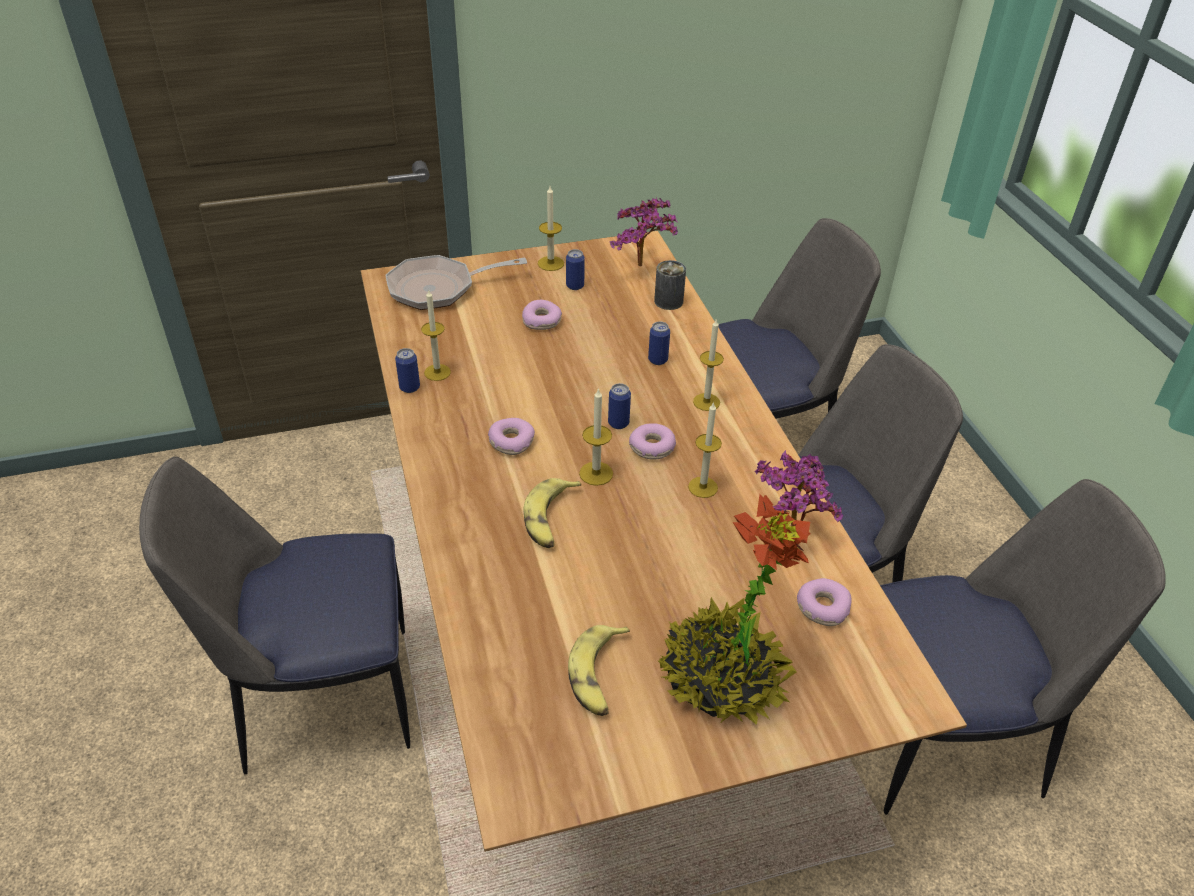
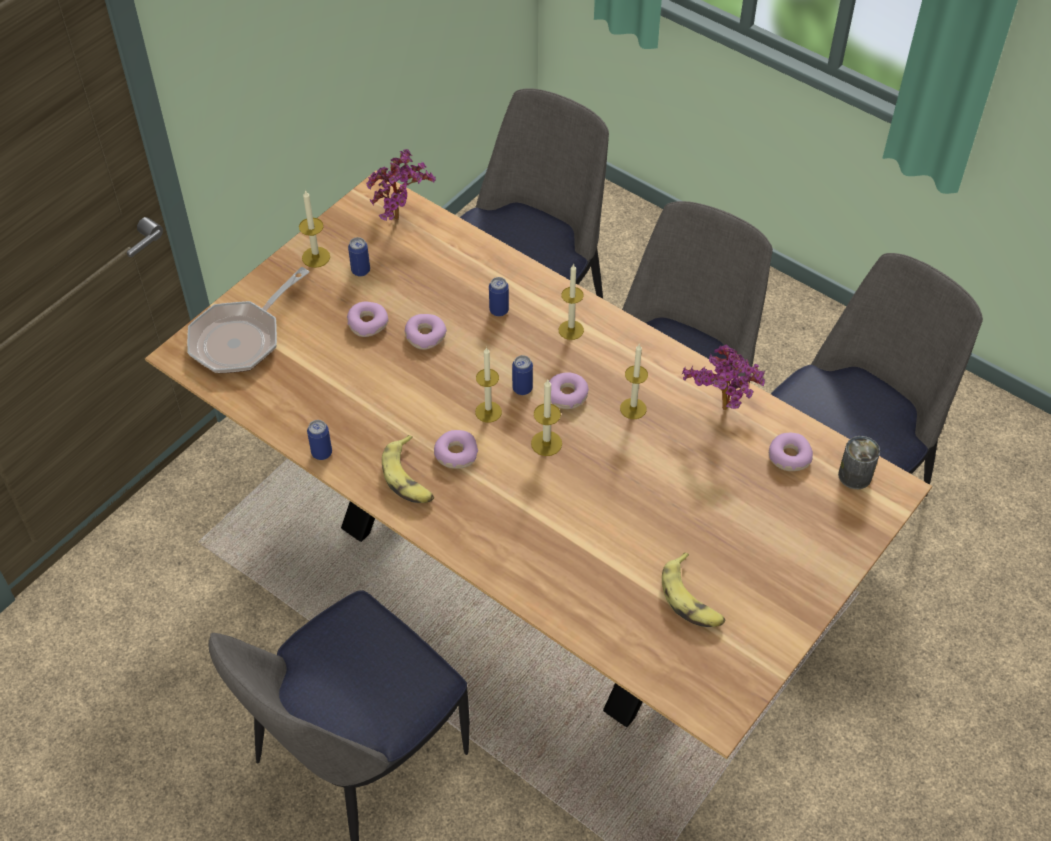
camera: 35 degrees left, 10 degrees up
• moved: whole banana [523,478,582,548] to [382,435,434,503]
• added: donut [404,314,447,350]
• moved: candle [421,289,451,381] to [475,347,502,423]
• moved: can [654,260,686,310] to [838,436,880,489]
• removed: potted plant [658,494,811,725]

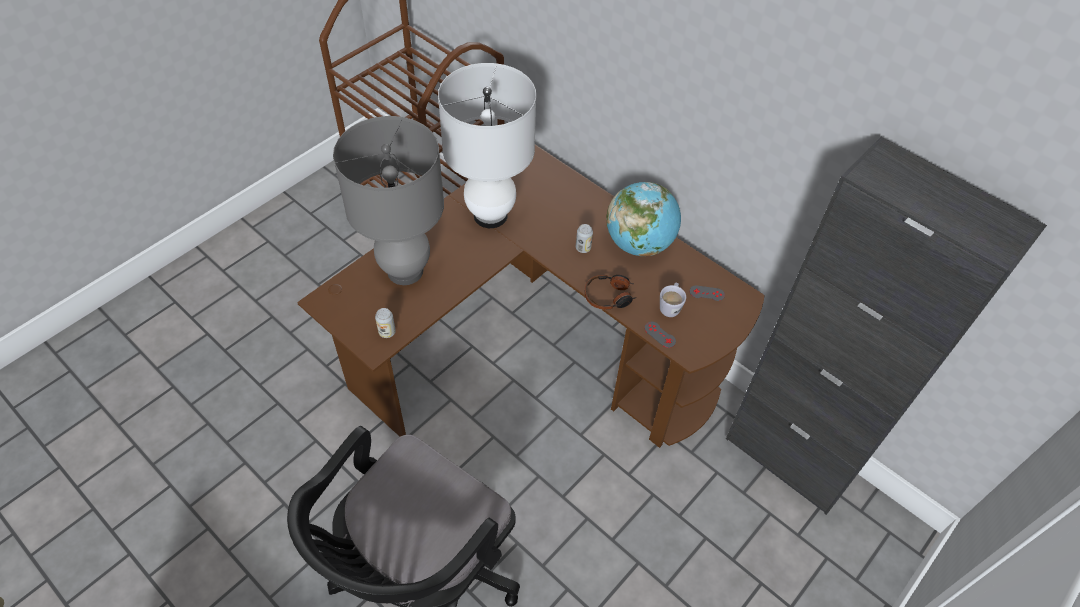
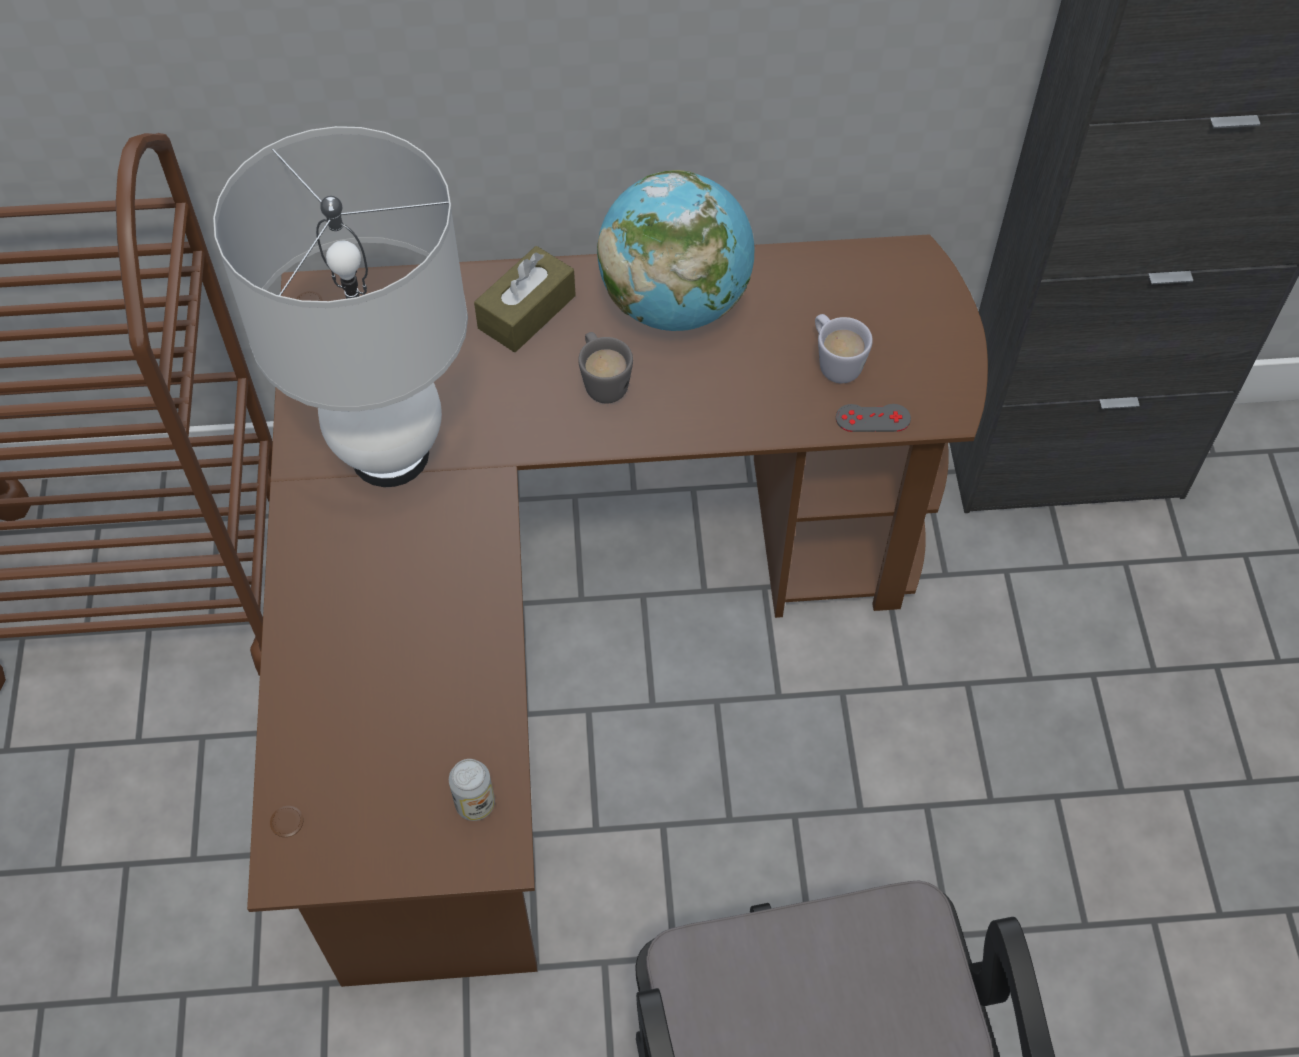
camera: 45 degrees left, 5 degrees up
• added: tissue box/brownish [474,246,576,352]
• replaced: can [576,224,593,253] to coffee mug/greyish [578,332,633,404]
• removed: tabletop lamp/greyish [333,116,444,285]
• removed: pair of headphones [585,275,637,309]
• removed: joypad/greyish [689,285,725,301]

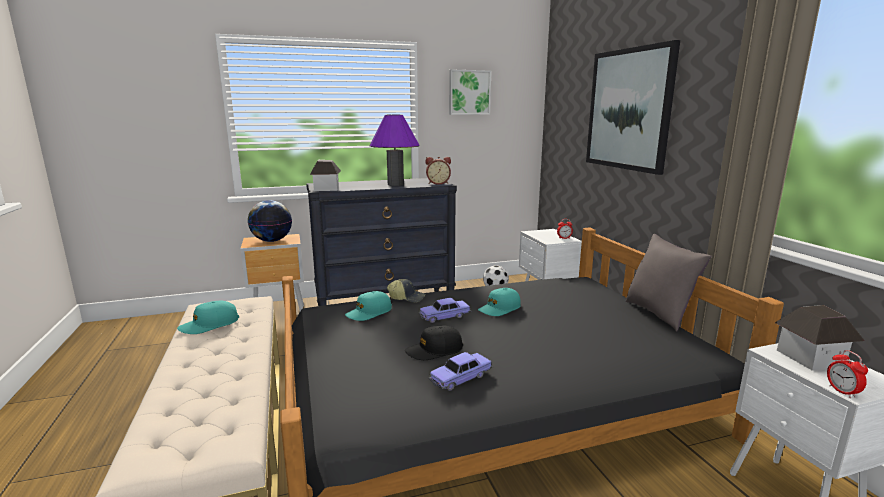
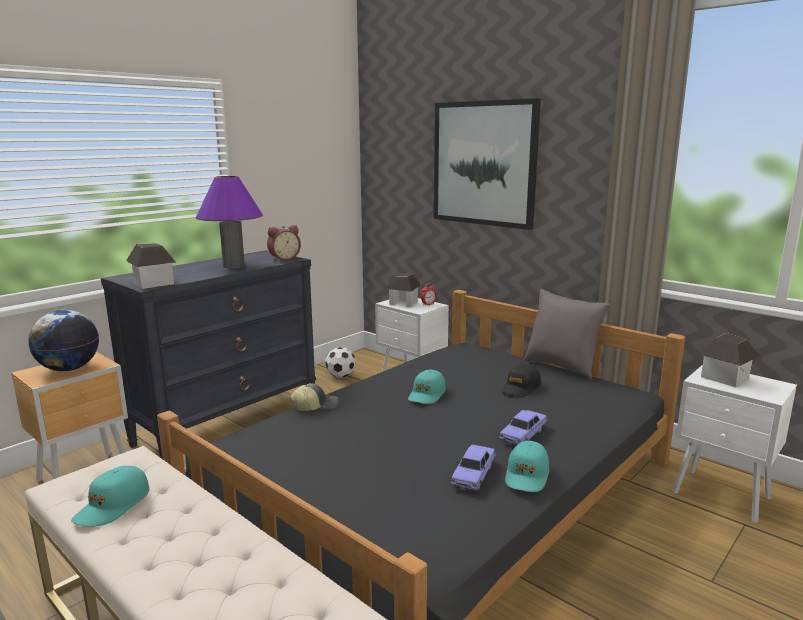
camera: 30 degrees left, 0 degrees up
• added: model house [385,273,421,307]
• moved: toy car [419,298,471,323] to [499,410,548,445]
• moved: peaked cap/black-coloured [405,326,463,360] to [500,364,541,396]
• moved: peaked cap/turquoise [345,291,392,321] to [505,441,549,492]
• removed: wall art [449,70,491,115]
• removed: table clock [827,350,868,398]

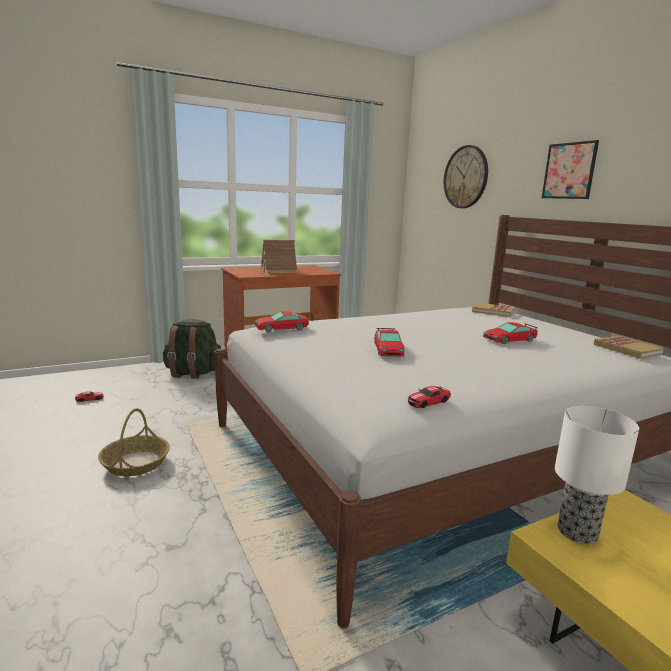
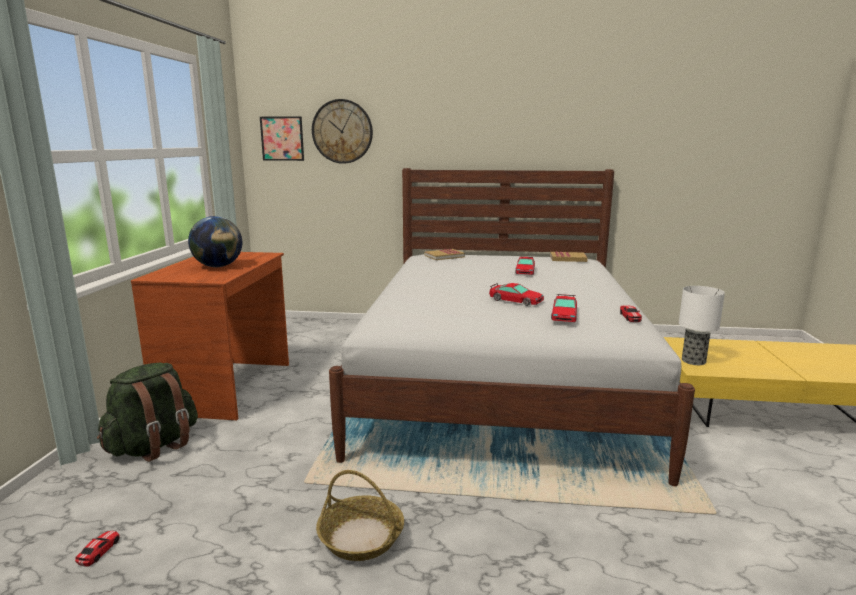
camera: 55 degrees left, 0 degrees up
• replaced: model house [256,240,297,273] to globe [188,216,242,267]
• moved: wall art [542,140,599,199] to [260,116,304,161]
• moved: toy car [255,311,309,332] to [551,294,577,322]

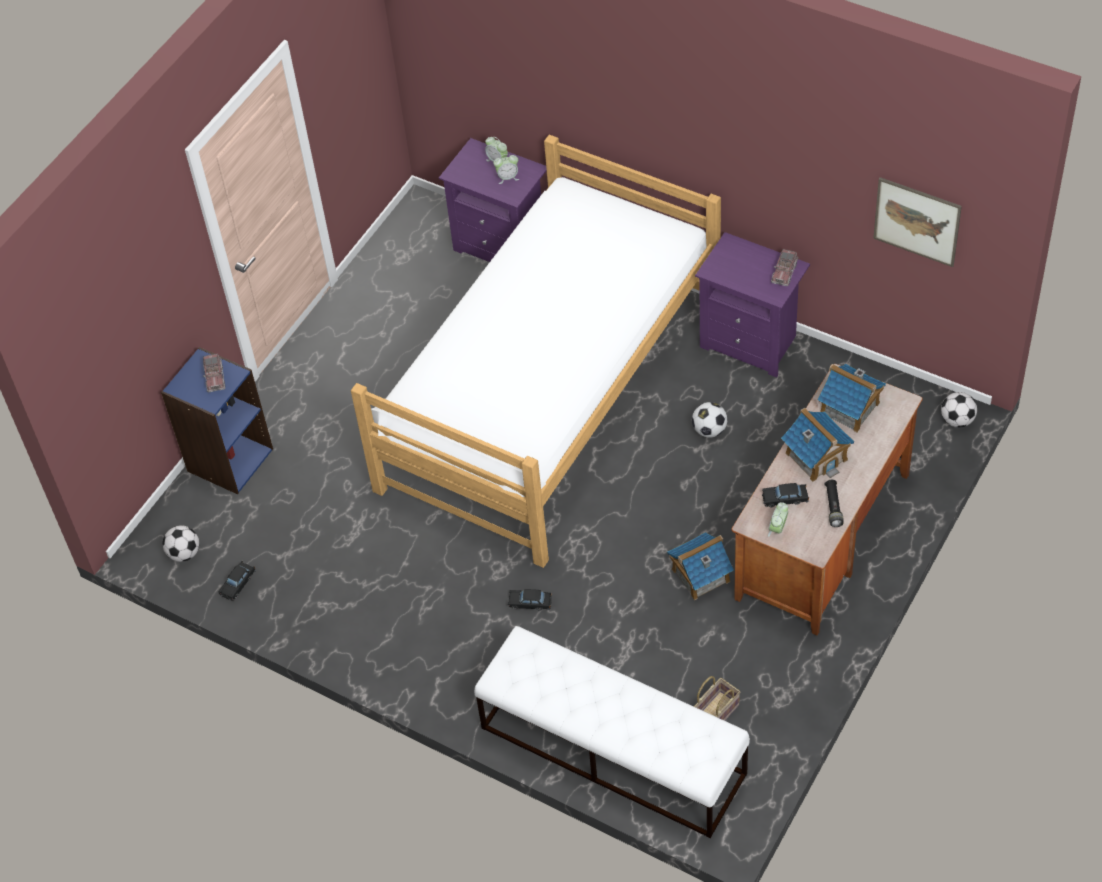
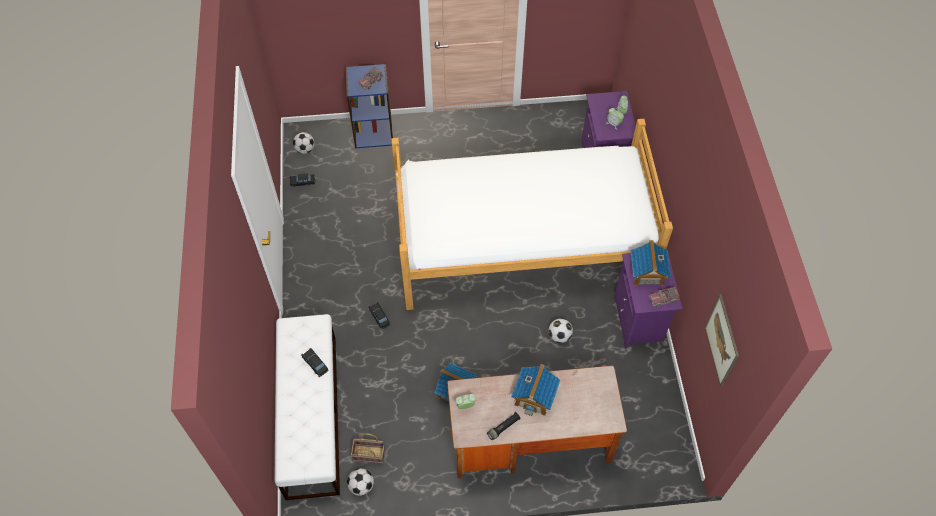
camera: 50 degrees right, 5 degrees up
• moved: toy car/black-coloured [762,483,809,507] to [301,348,328,377]
• moved: football [941,392,977,428] to [347,468,374,496]
• moved: model house [817,364,886,432] to [631,240,671,286]

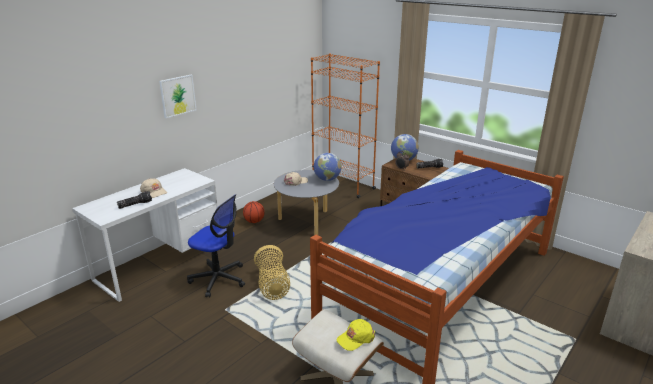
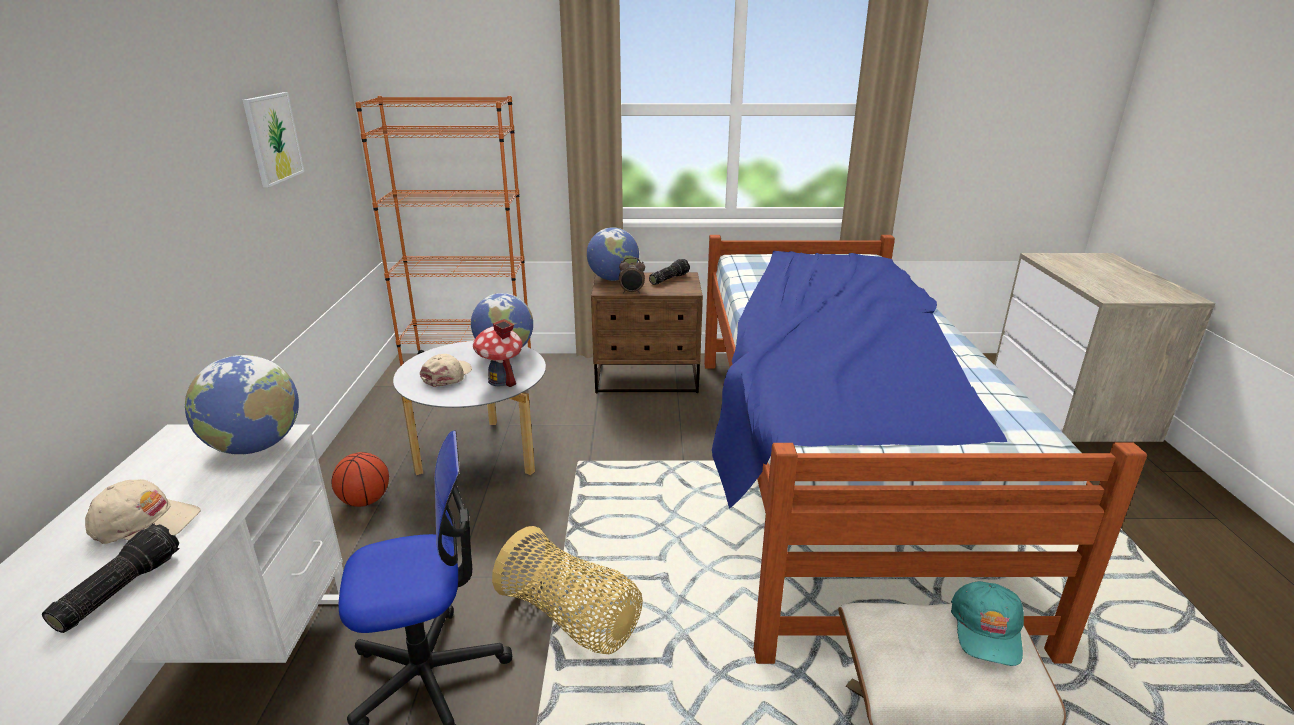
camera: 40 degrees left, 0 degrees up
• added: globe [185,355,299,454]
• moved: wall art [159,75,197,118] to [243,92,304,188]
• added: model house [473,319,522,387]
• recoloured: peaked cap/yellow-coloured [336,319,375,351] to peaked cap/turquoise [951,581,1024,666]

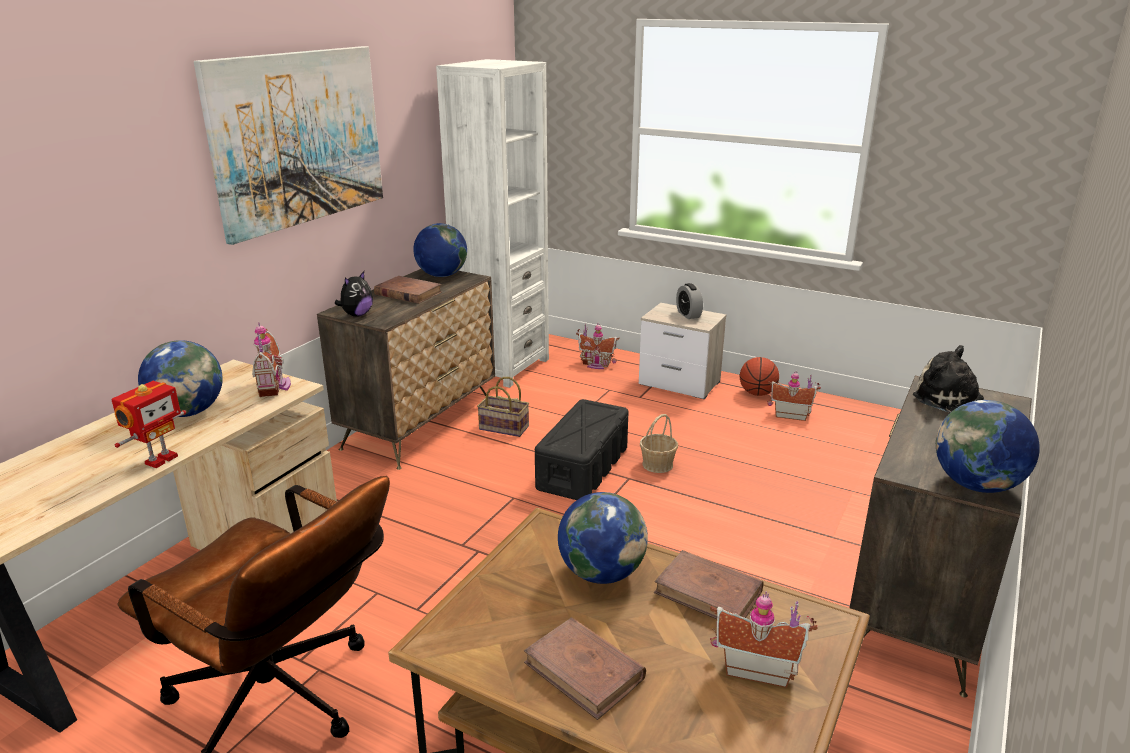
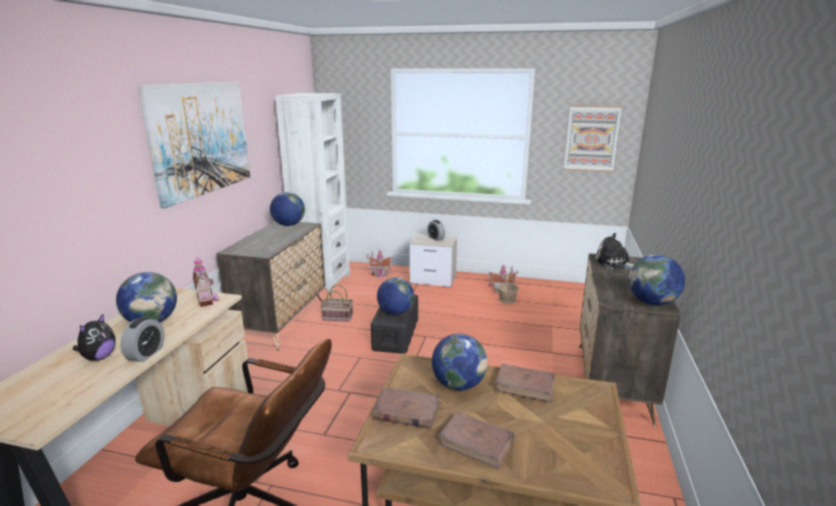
camera: 15 degrees left, 5 degrees down
• moved: cuddly toy [335,271,373,317] to [73,314,116,361]
• replaced: model robot [111,381,186,468] to table clock [120,317,165,362]
• moved: book/brownish [374,276,442,304] to [373,387,440,429]
• added: globe [377,277,414,315]
• moved: basket [640,414,678,473] to [498,271,519,304]
• added: wall art [564,105,622,172]
• removed: model house [710,592,817,688]
• removed: basketball ball [740,357,779,396]

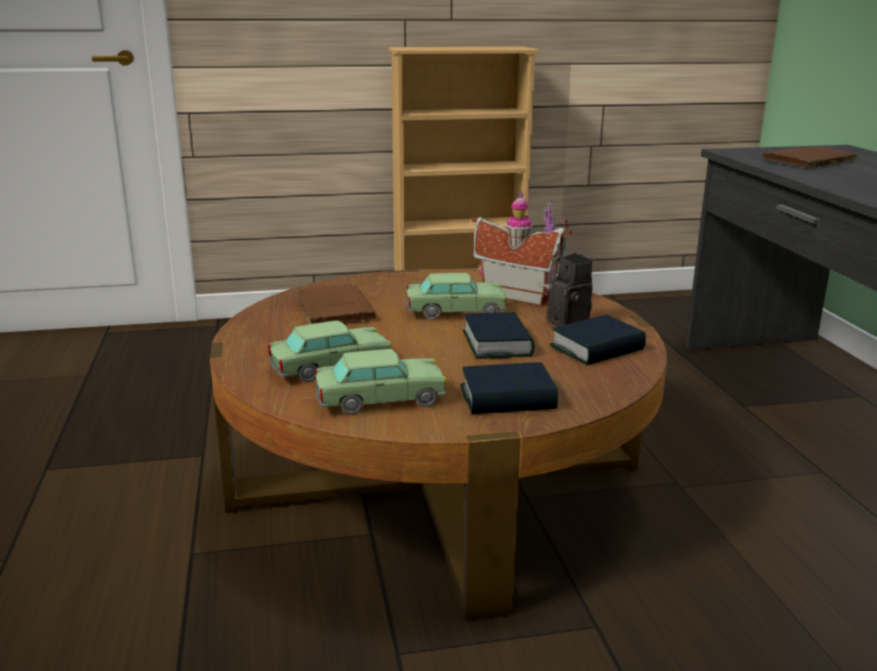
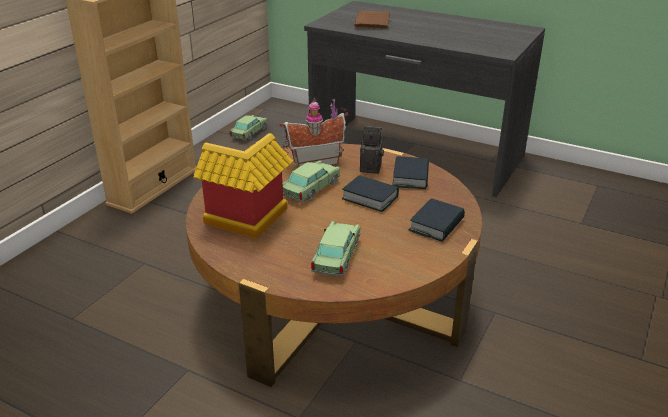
camera: 50 degrees left, 10 degrees up
• replaced: book/brownish [296,284,376,324] to model house [193,133,293,239]
• moved: toy car [315,349,446,414] to [230,115,268,140]

